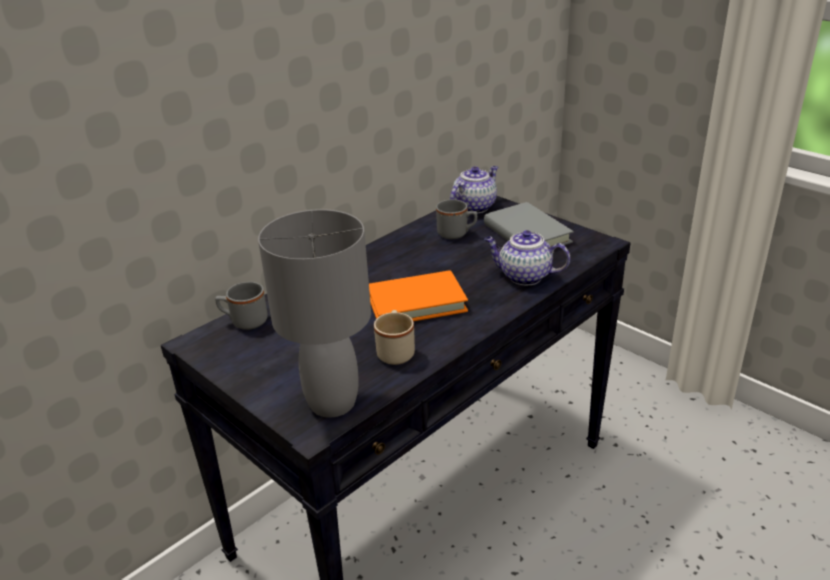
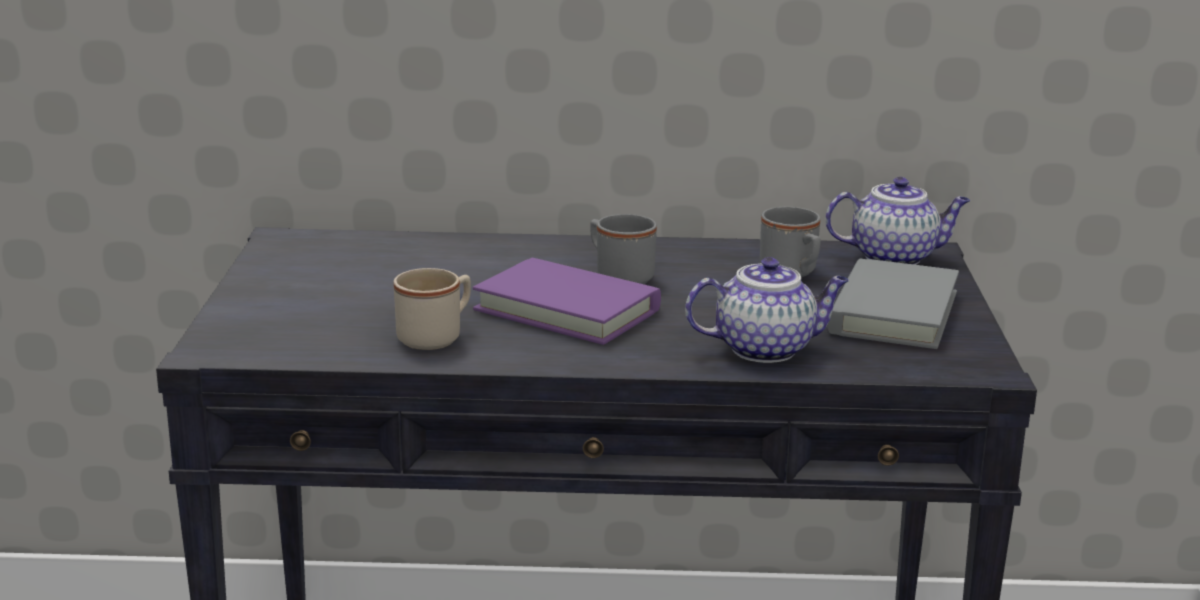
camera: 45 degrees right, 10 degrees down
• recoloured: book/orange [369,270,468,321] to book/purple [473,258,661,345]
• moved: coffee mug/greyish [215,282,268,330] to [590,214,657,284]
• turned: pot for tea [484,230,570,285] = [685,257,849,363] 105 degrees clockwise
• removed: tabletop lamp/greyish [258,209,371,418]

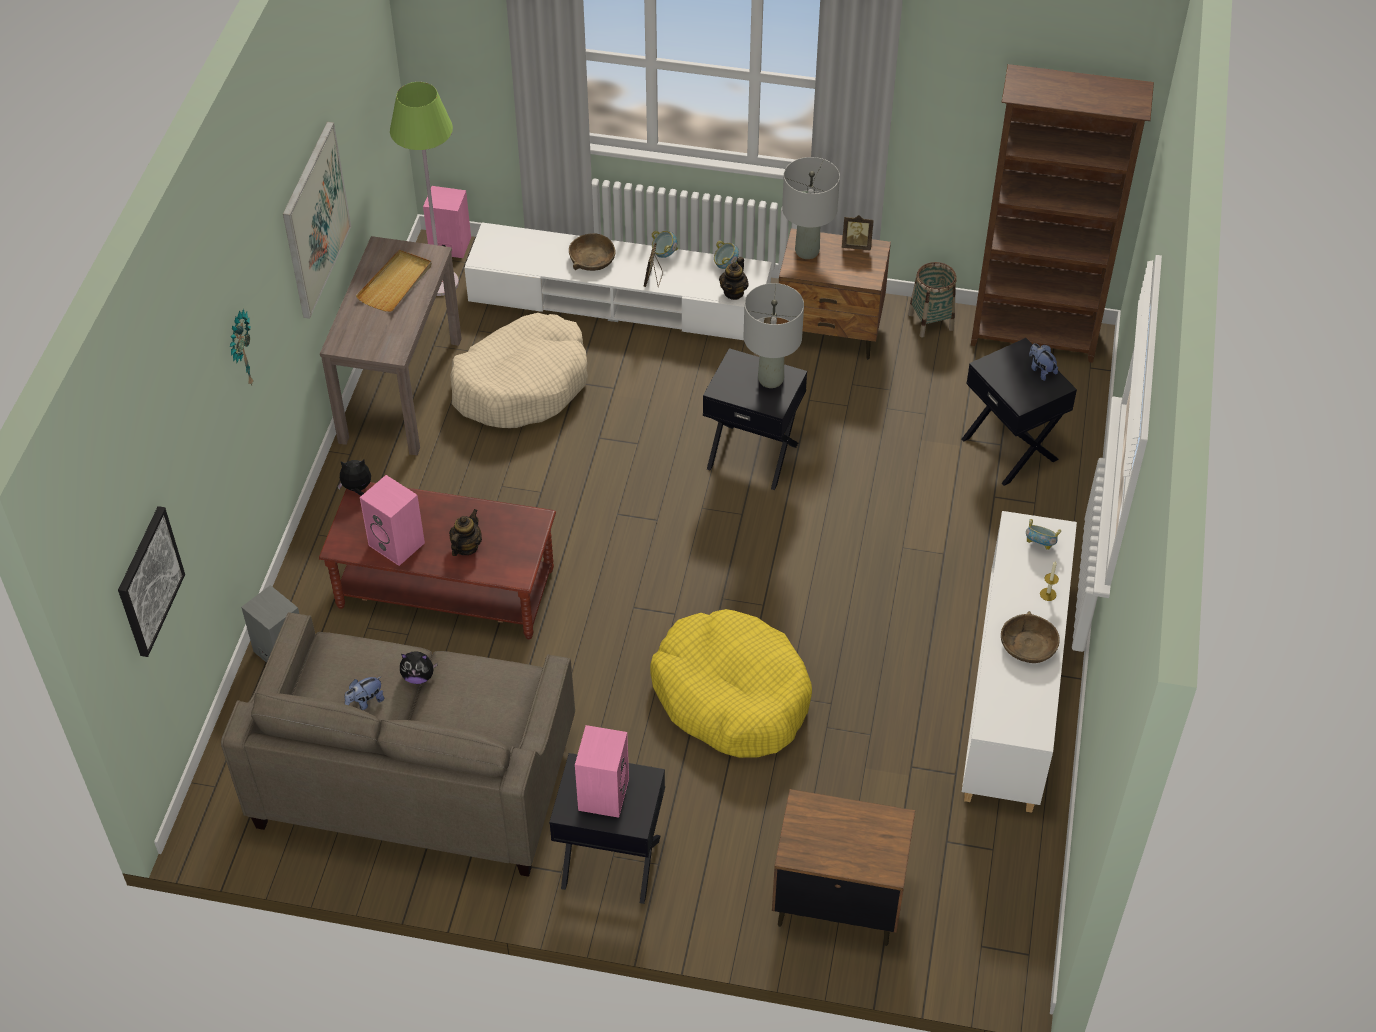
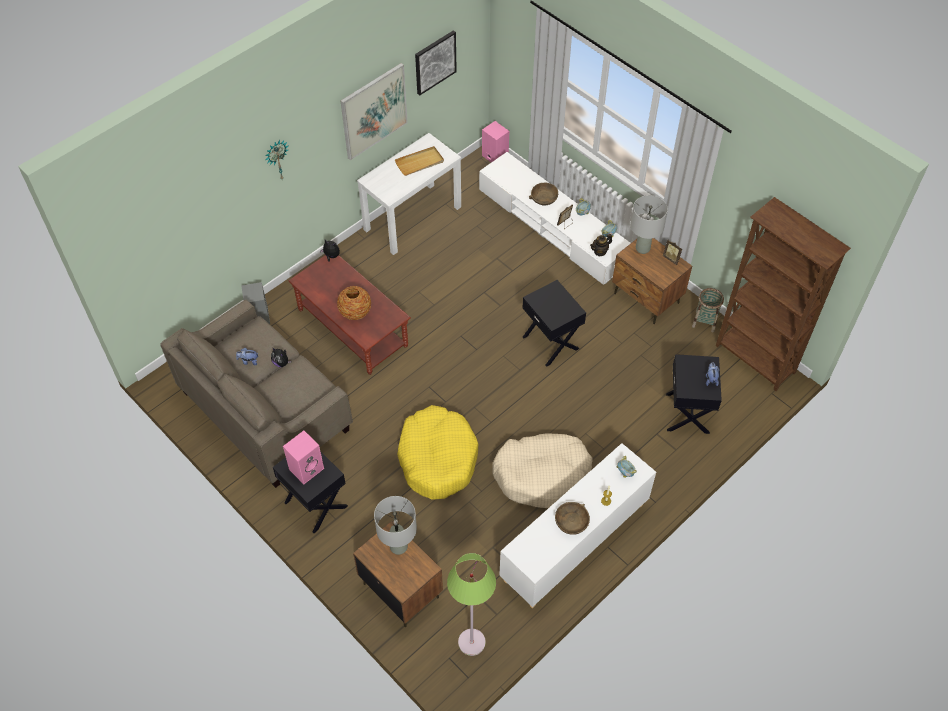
camera: 35 degrees right, 5 degrees up
• replaced: pot for tea [449,509,482,556] to vase [337,286,371,320]
• recoloured: console table/brownish [320,236,462,455] to console table/white [357,133,461,255]
• moved: tabletop lamp/greyish [744,283,804,388] to [374,496,417,555]
• moved: wall art [118,506,185,657] to [415,30,457,95]
• moved: floor lamp/green [390,82,459,296] to [447,553,496,656]
• moved: dog cushion/beige-coloured [450,313,588,428] to [492,433,593,508]
• removed: loudspeaker/pinkish [360,475,425,566]

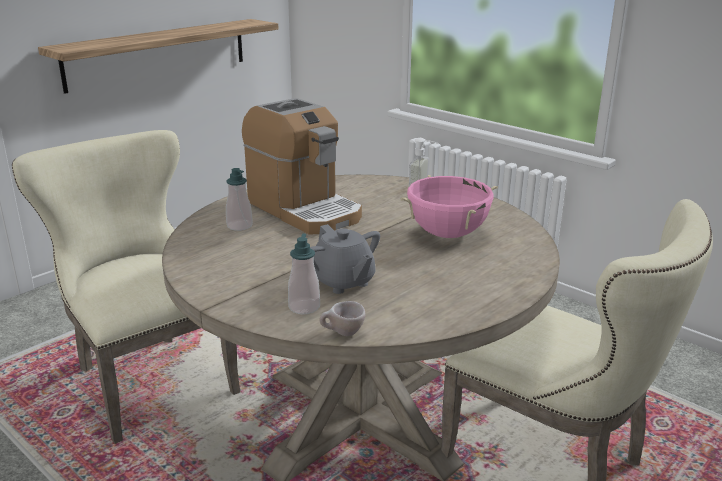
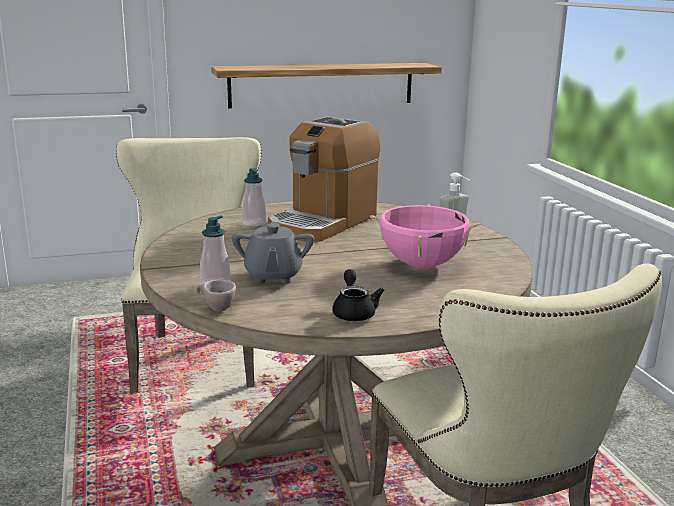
camera: 30 degrees right, 5 degrees down
• turned: coffee brewer [242,98,362,234] = [268,116,380,241] 45 degrees clockwise
• added: pot for tea/black-coloured [332,269,385,321]

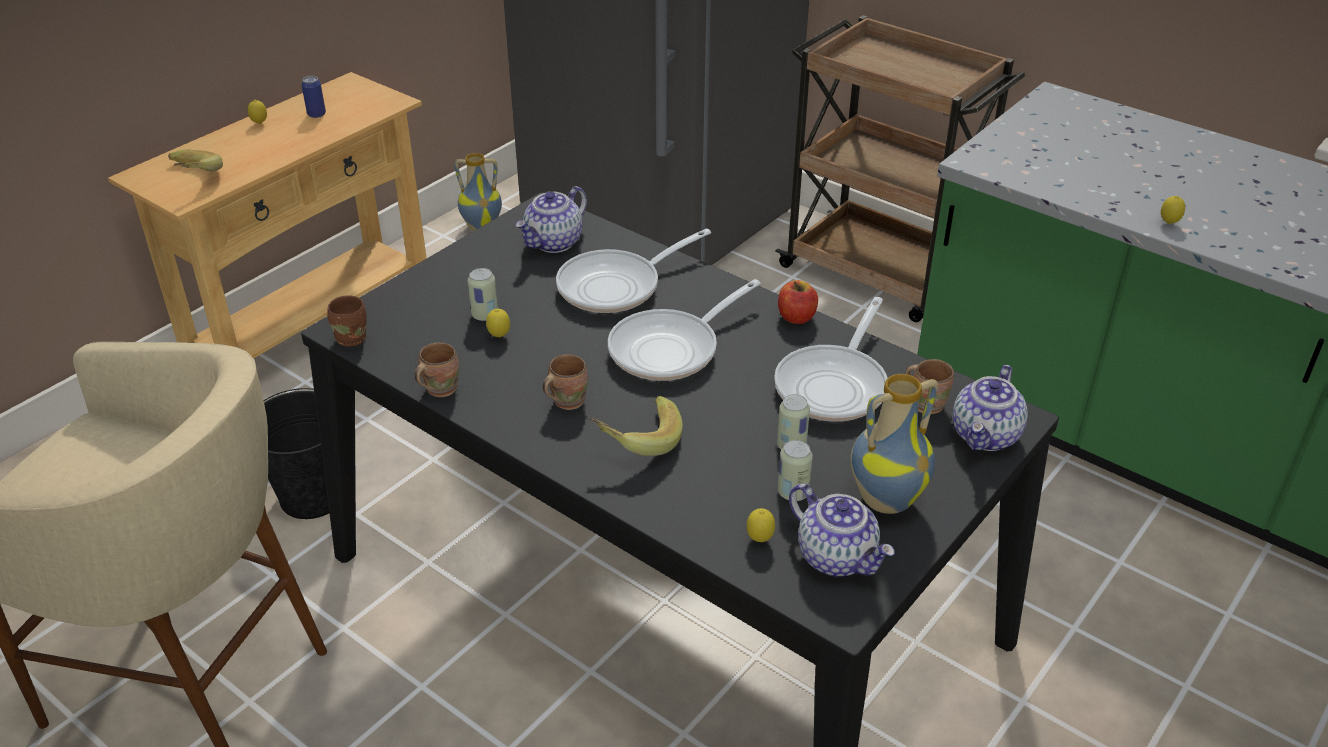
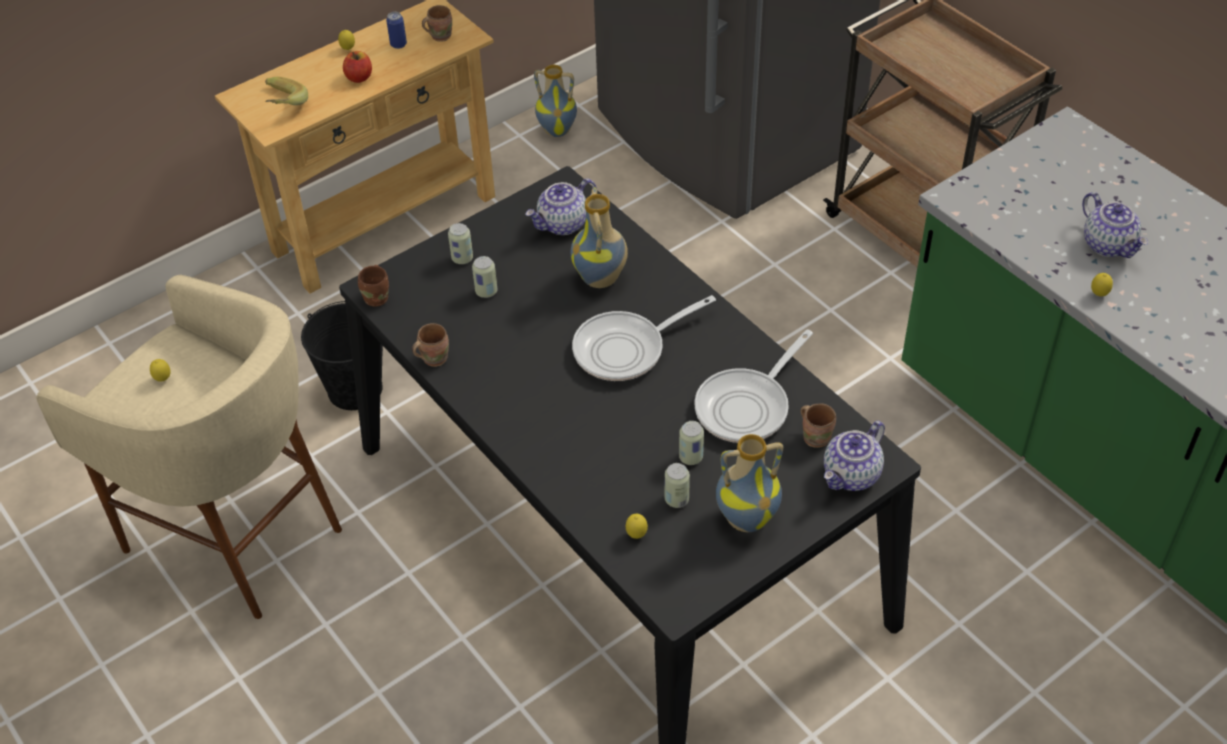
camera: 15 degrees right, 10 degrees up
• moved: citrus fruit [486,309,510,337] to [150,359,170,382]
• moved: whole apple [778,280,818,324] to [343,51,372,83]
• moved: coffee mug/brownish [543,354,588,410] to [422,5,452,42]
• added: can [448,223,473,264]
• replaced: skillet [556,228,711,313] to vase [571,187,628,288]
• moved: pot for tea [789,483,895,576] to [1082,192,1148,258]
• removed: whole banana [589,396,683,456]

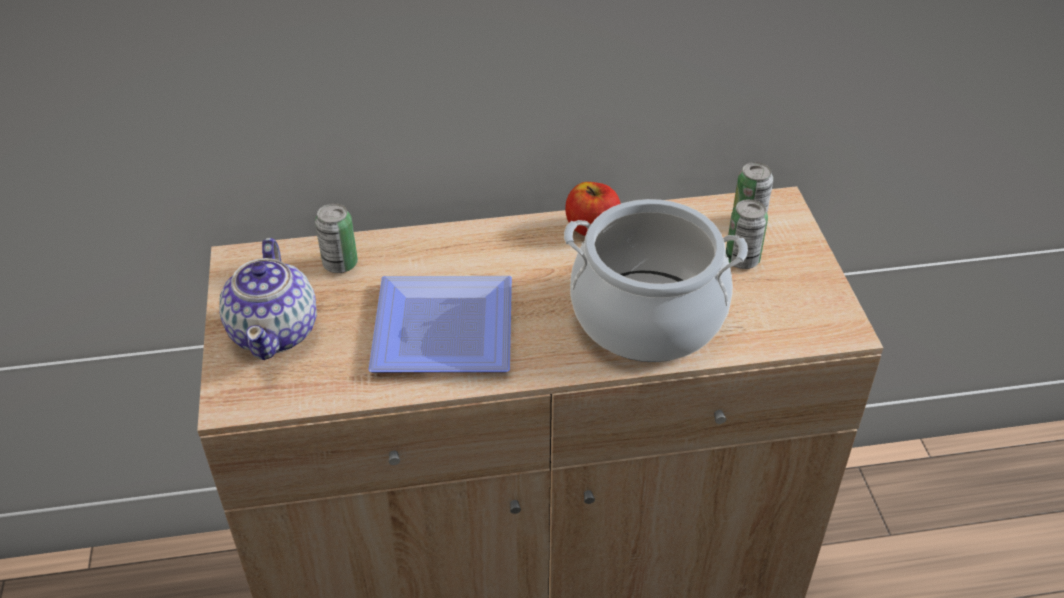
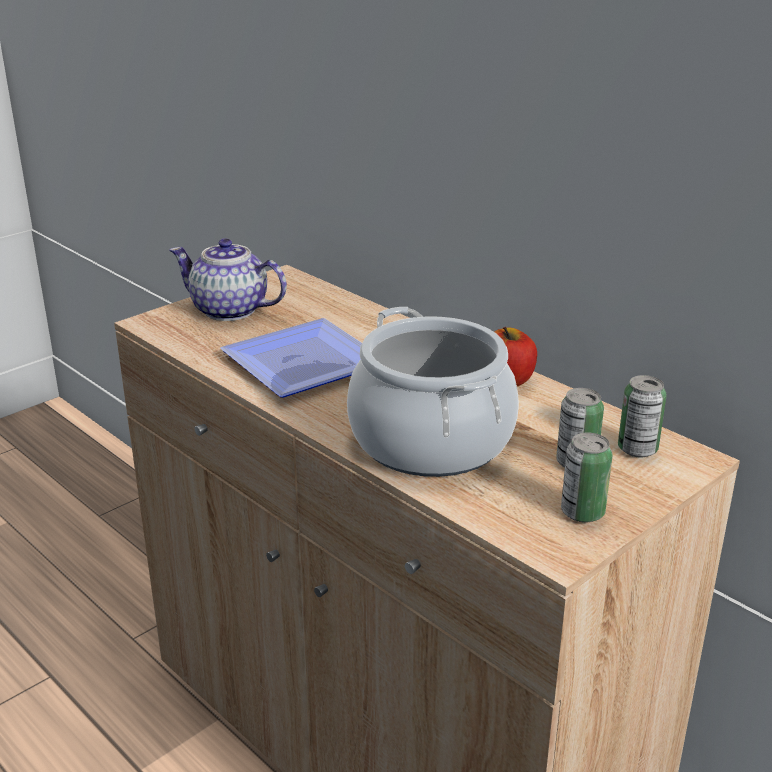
camera: 55 degrees right, 15 degrees down
• turned: pot for tea [219,238,317,360] = [170,238,287,321] 60 degrees clockwise
• moved: can [315,203,358,273] to [561,432,613,523]

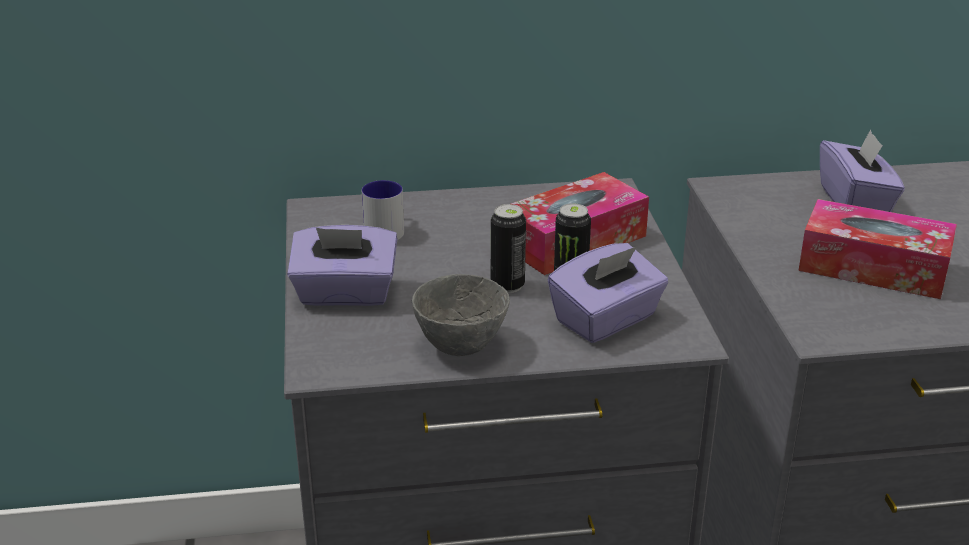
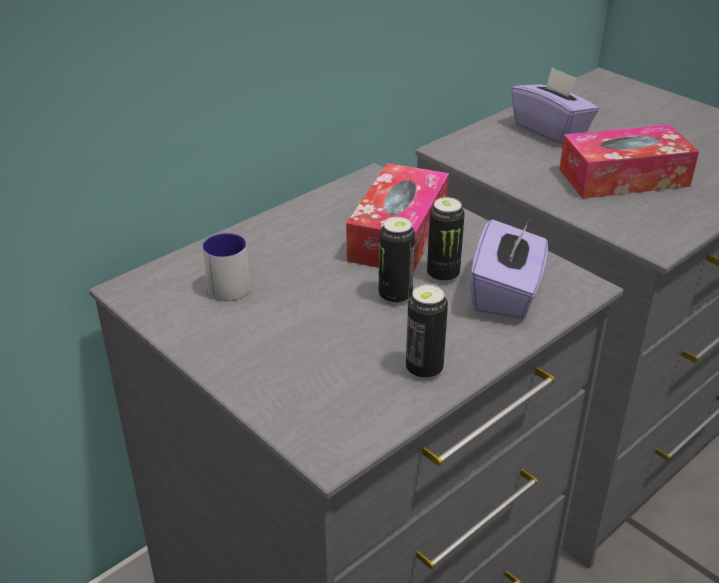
camera: 35 degrees left, 5 degrees up
• replaced: bowl/greyish [412,274,510,356] to can [406,284,448,380]
• removed: tissue box/purple [287,225,398,306]

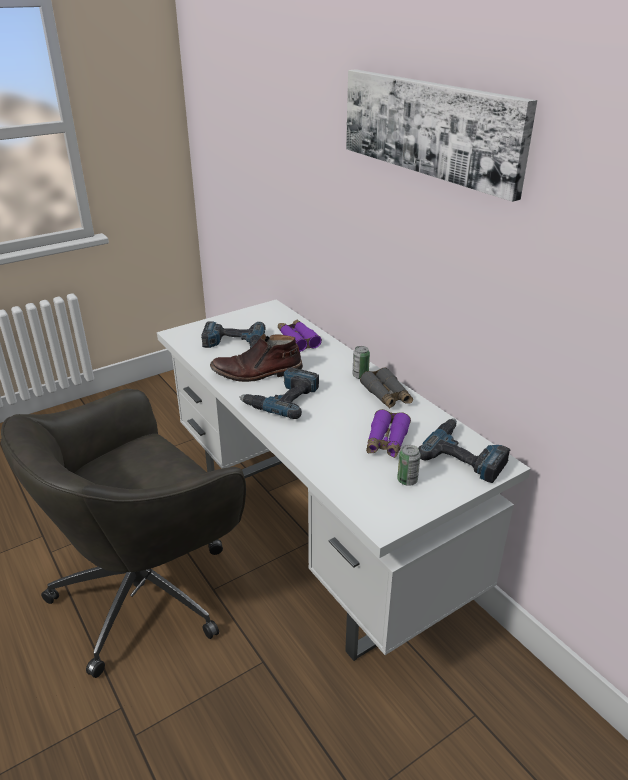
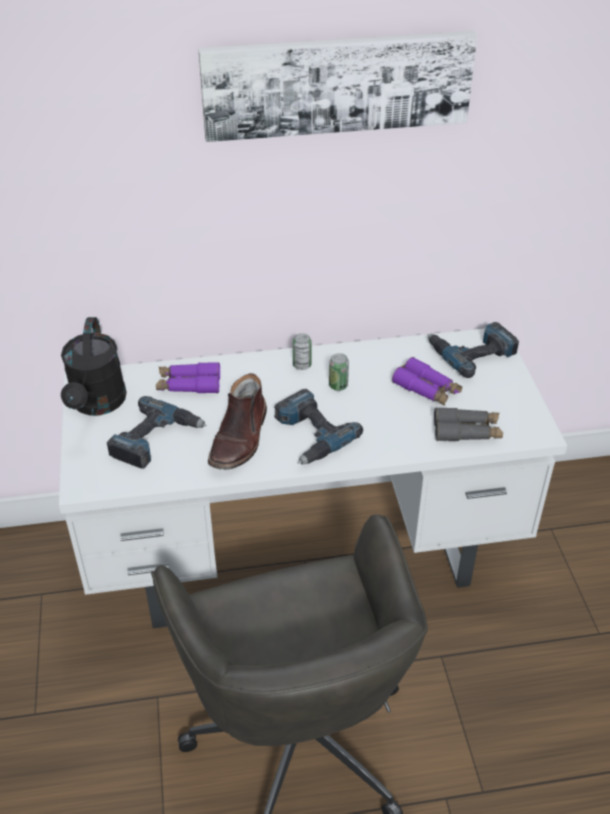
camera: 65 degrees left, 10 degrees up
• added: watering can/black-coloured [61,317,127,416]
• moved: can [397,445,421,486] to [329,353,349,391]
• moved: binoculars/greyish [360,367,413,408] to [434,407,503,441]

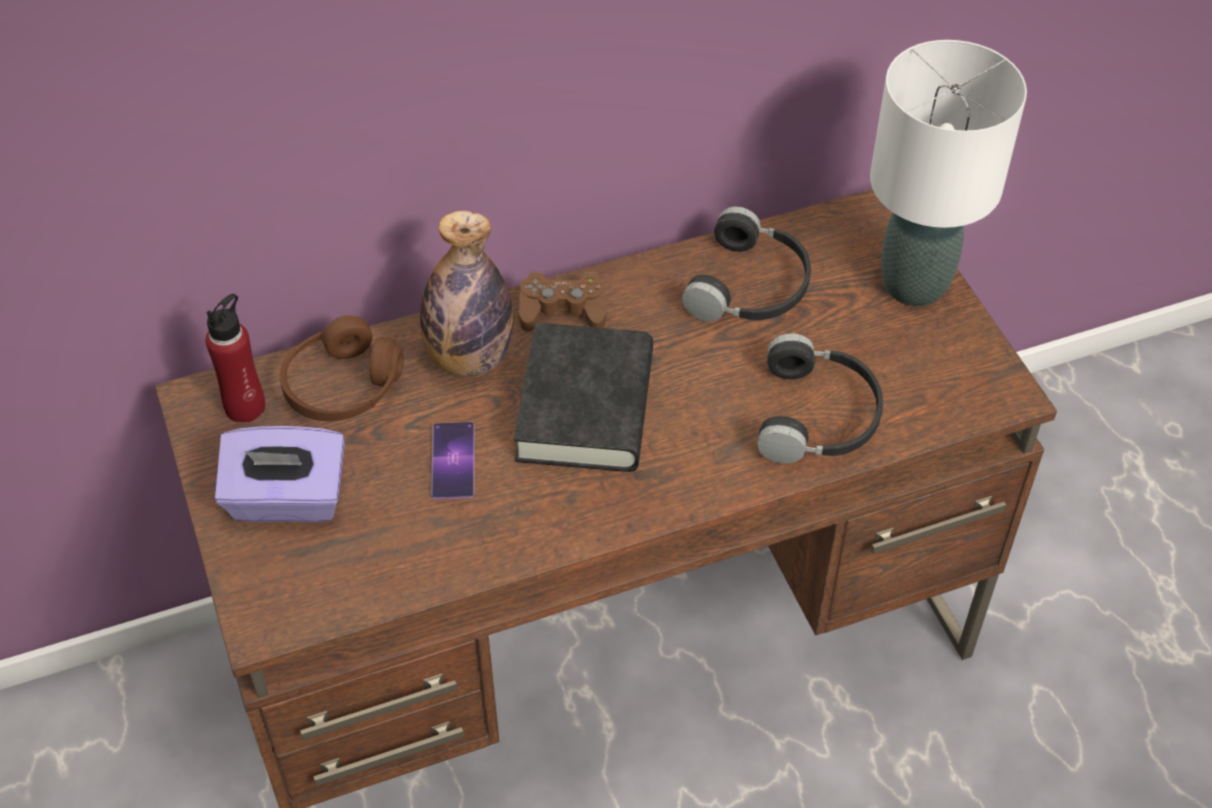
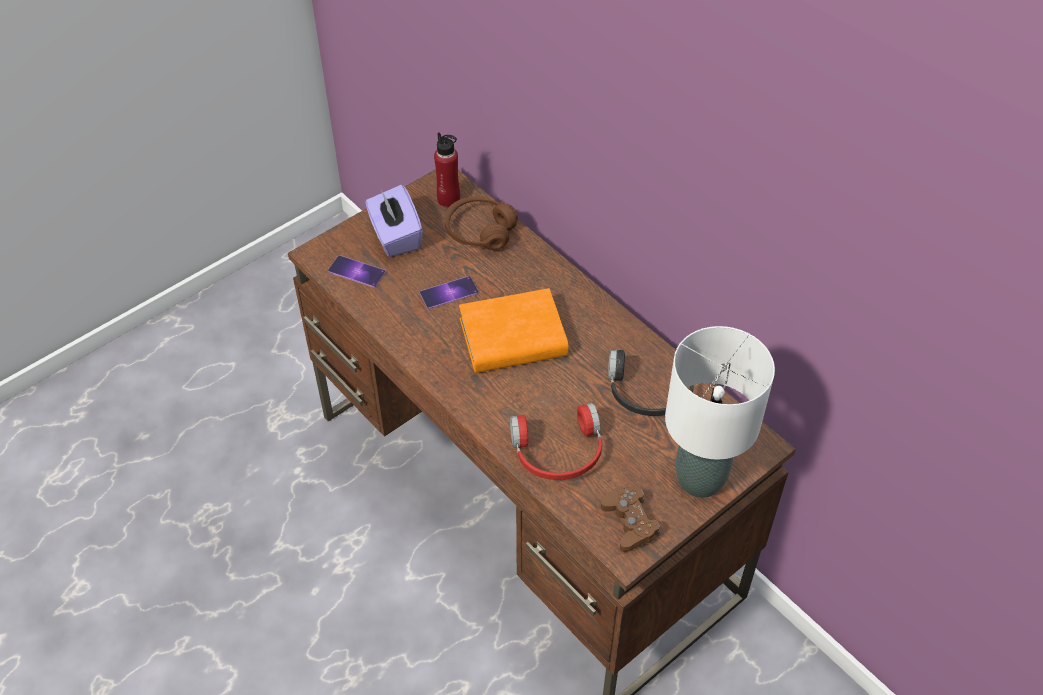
camera: 70 degrees right, 0 degrees up
• added: phone [328,255,386,288]
• recoloured: book/black-coloured [514,323,653,472] to book/orange [459,288,568,373]
• recoloured: pair of headphones/black-coloured [757,334,883,464] to pair of headphones/reddish [510,403,602,480]
• moved: joypad/brownish [519,272,606,331] to [601,486,660,552]
• removed: bottle [420,211,513,377]

